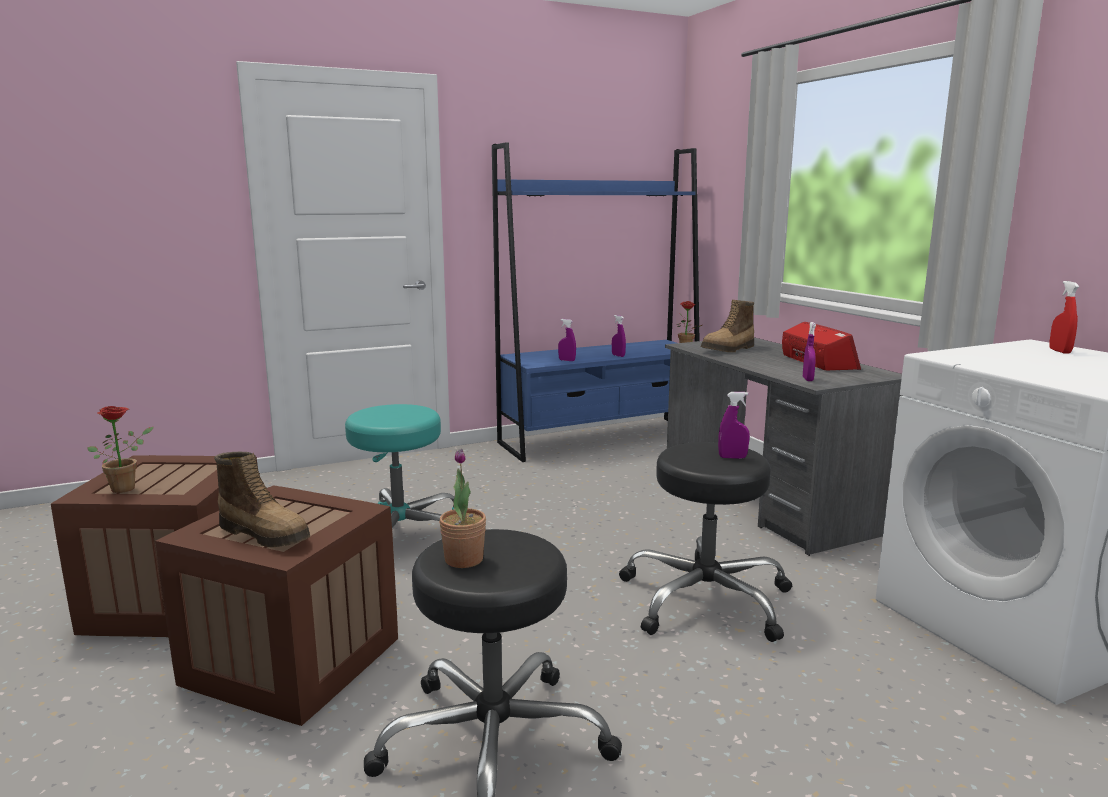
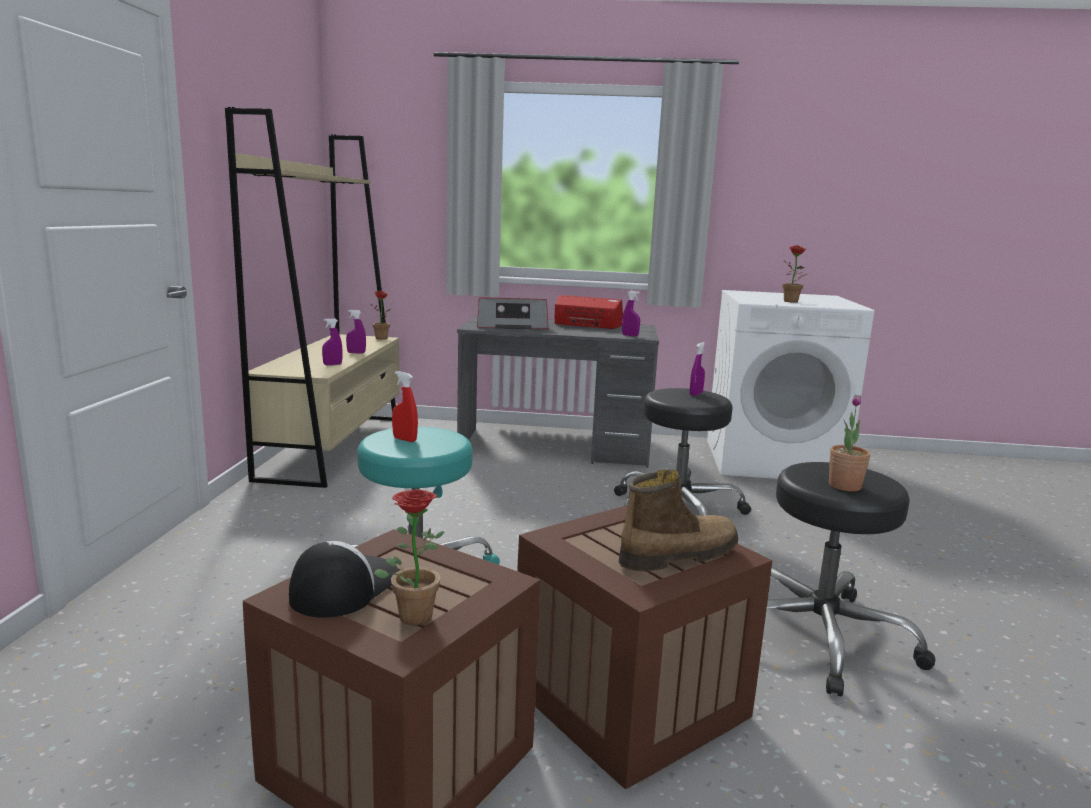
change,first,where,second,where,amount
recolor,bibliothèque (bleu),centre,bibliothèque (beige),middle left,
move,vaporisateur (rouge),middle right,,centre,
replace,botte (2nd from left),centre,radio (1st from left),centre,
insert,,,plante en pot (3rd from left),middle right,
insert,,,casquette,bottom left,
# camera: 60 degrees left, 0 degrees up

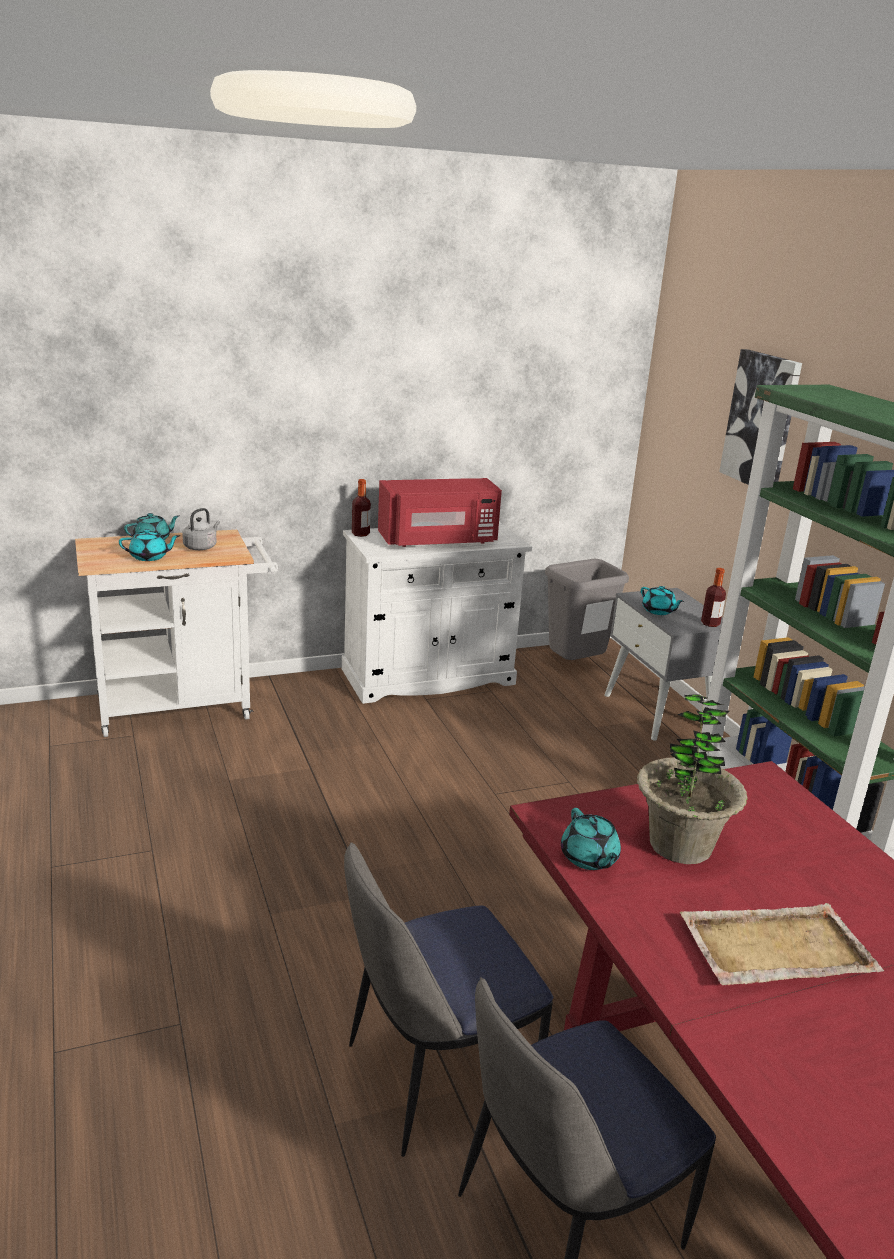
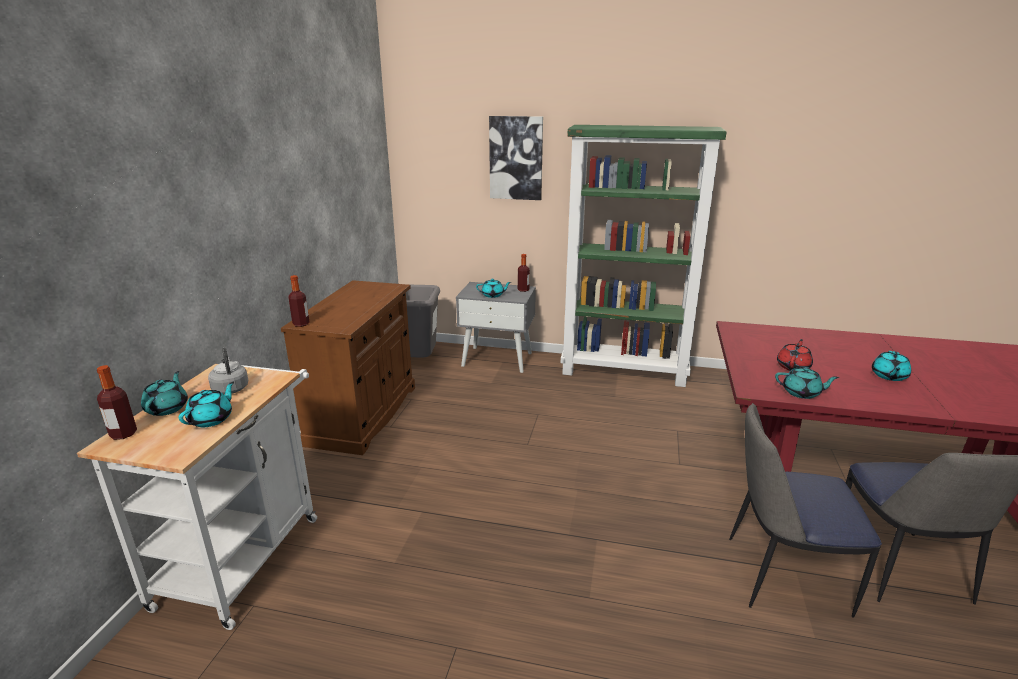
change,first,where,second,where,amount
delete,micro-ondes (rouge),centre,,,
recolor,meuble de rangement (blanc),centre,meuble de rangement (marron),centre,
replace,plante en pot,middle right,théière (rouge),middle right,
rotate,chaise (1st from left),bottom centre,,bottom right,90 degrees clockwise
replace,plateau (beige),bottom right,théière (turquoise) (5th from left),middle right,
insert,,,bouteille (1st from left),middle left,
# camera: 55 degrees left, 0 degrees up

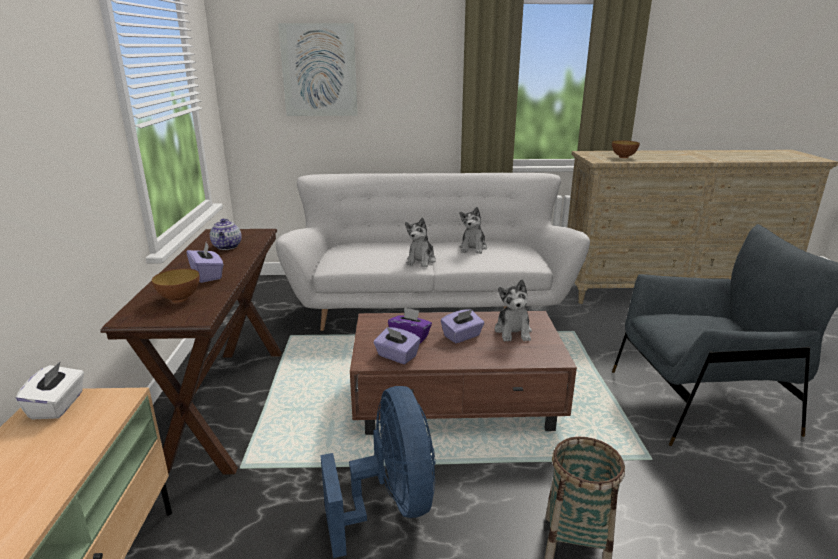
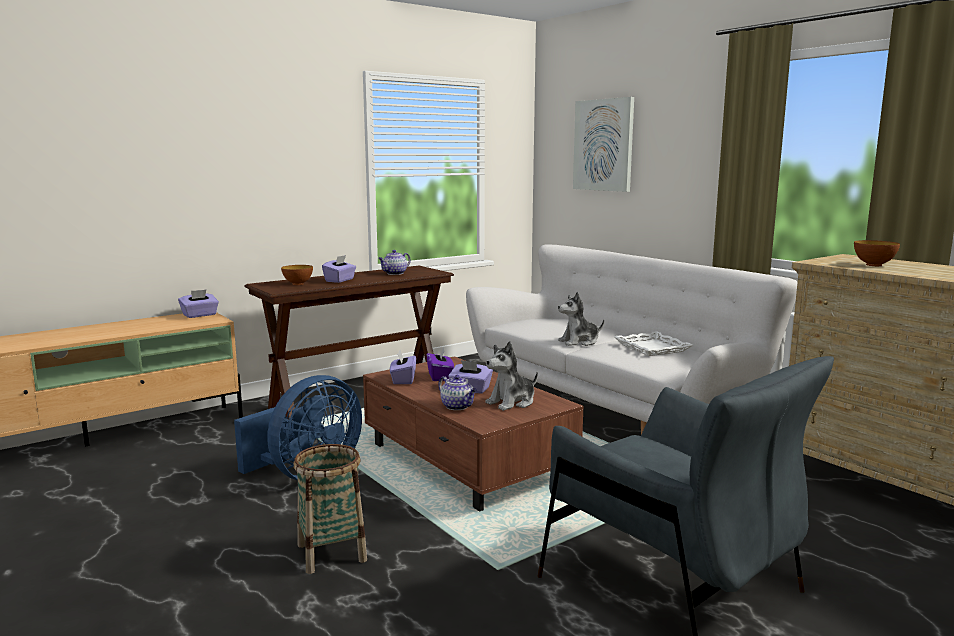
change,first,where,second,where,amount
replace,peluche (2nd from left),centre,plateau (blanc),middle right,
recolor,boîte à mouchoirs (blanc),bottom left,boîte à mouchoirs (violet) (1st from left),middle left,
insert,,,théière (2nd from left),centre,
# camera: 55 degrees right, 10 degrees down

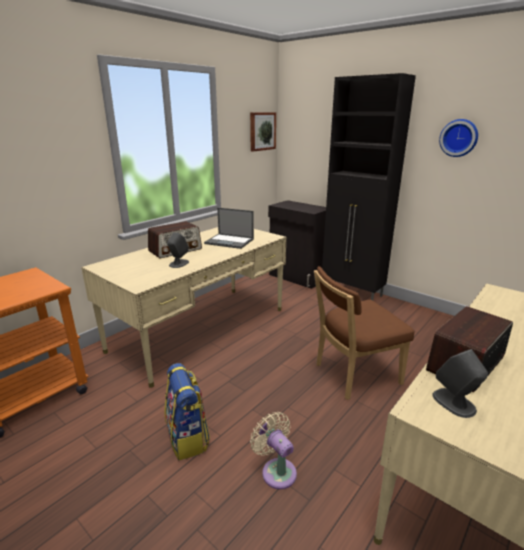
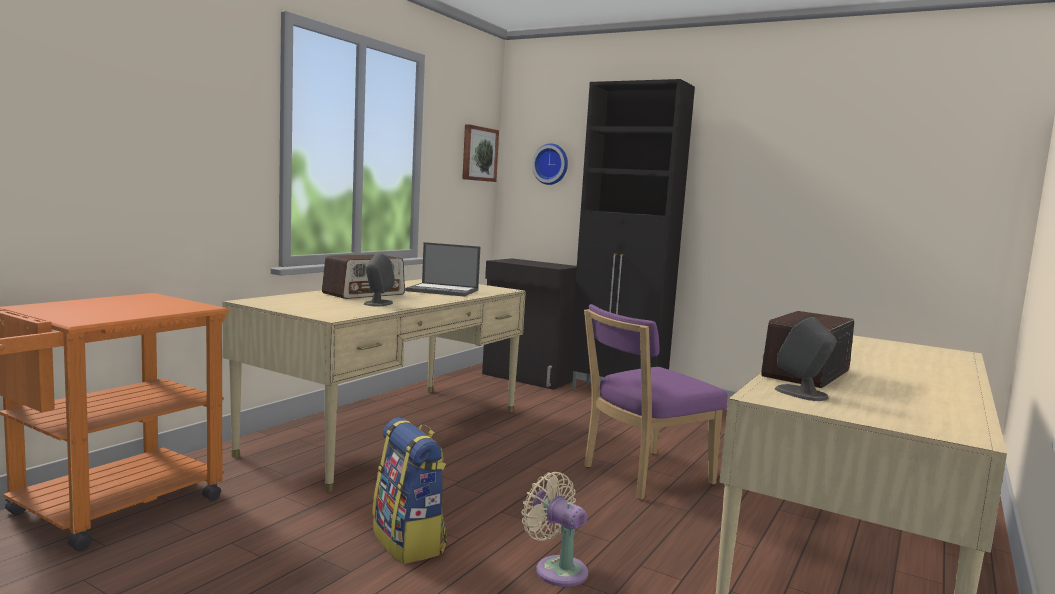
change,first,where,second,where,amount
move,horloge murale,top right,,top centre,
recolor,chaise (marron),middle right,chaise (violet),bottom centre,
# camera: 10 degrees left, 15 degrees down

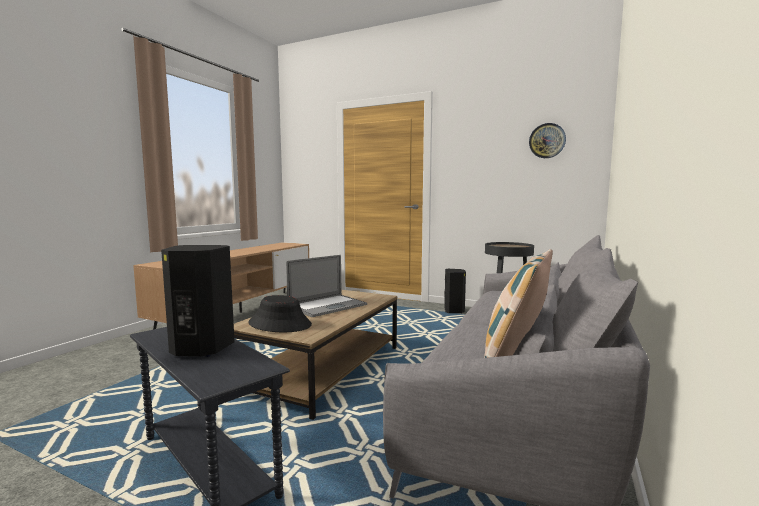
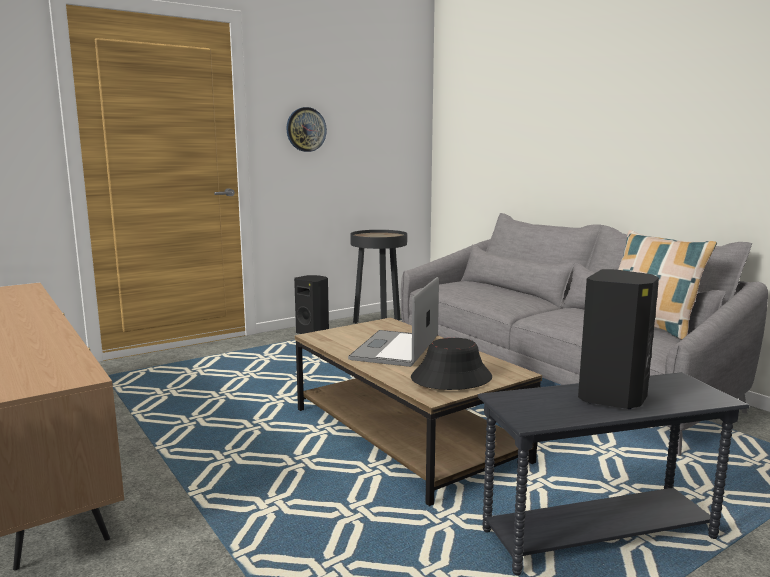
change,first,where,second,where,amount
move,horloge murale,top right,,top centre,
rotate,ordinateur portable,centre,,centre,150 degrees counterclockwise
# camera: 60 degrees left, 5 degrees up

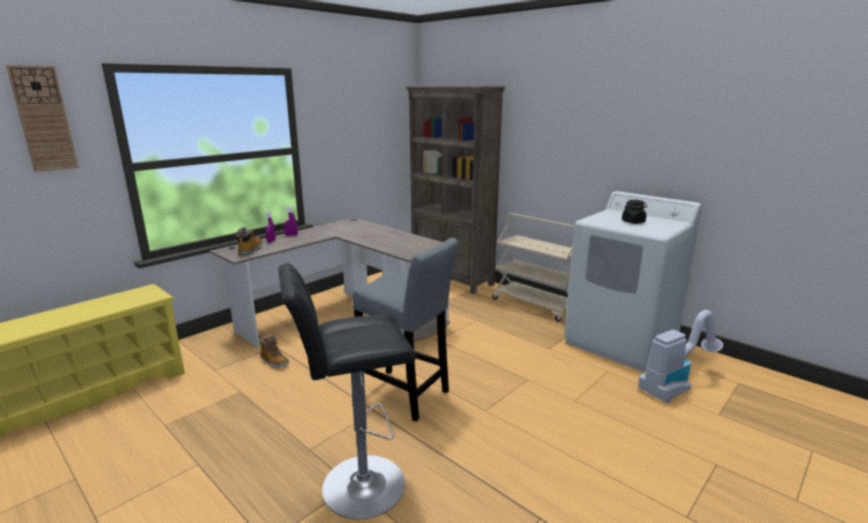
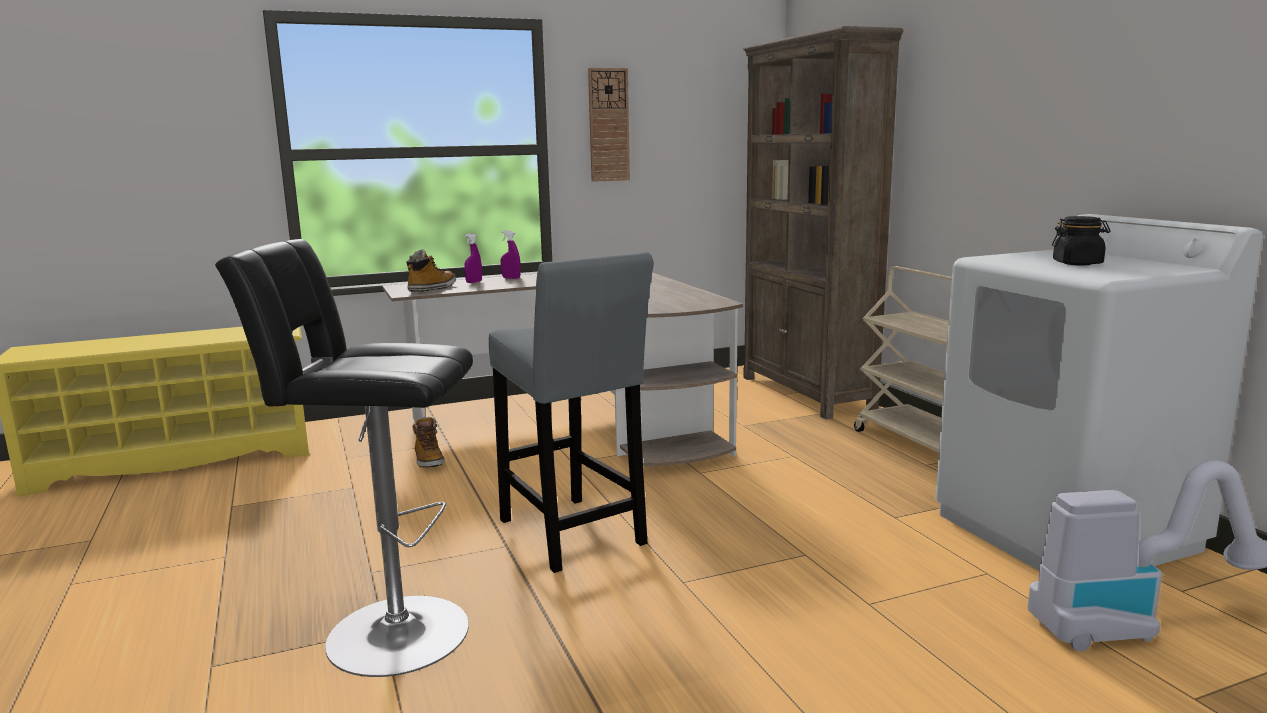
change,first,where,second,where,amount
move,horloge murale,top left,,top centre,
# camera: 25 degrees right, 5 degrees down

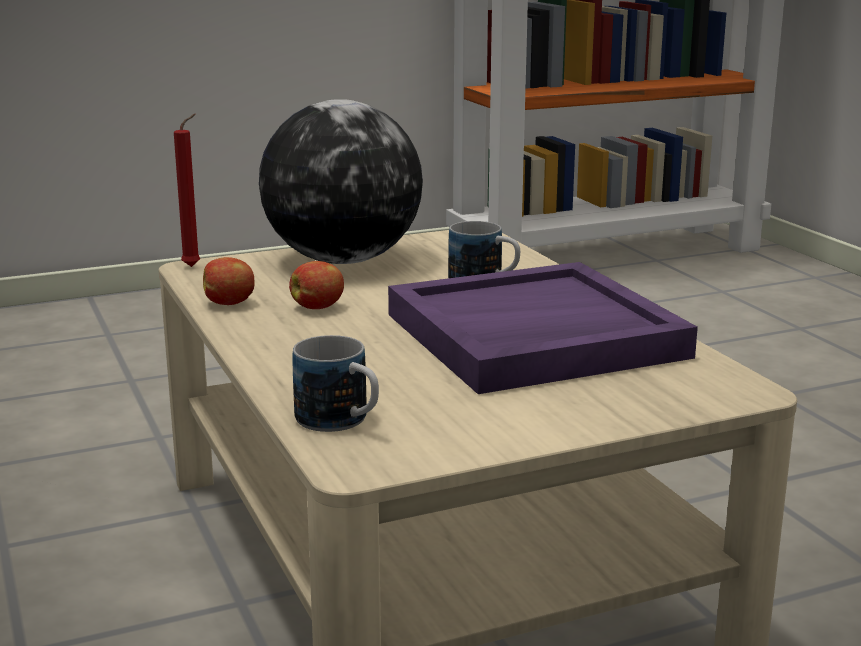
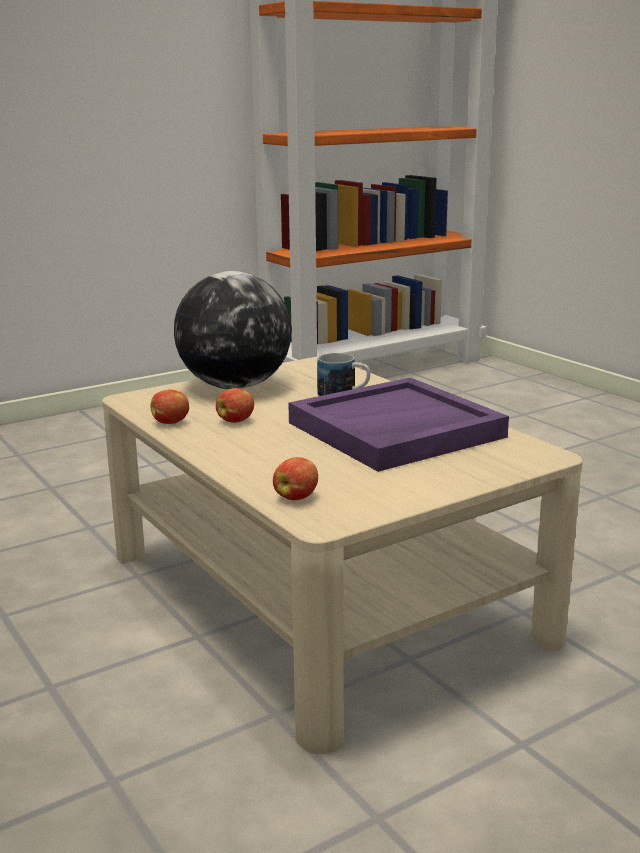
change,first,where,second,where,amount
delete,bougie (rouge),top left,,,
replace,mug (1st from left),centre,pomme (3rd from left),centre,
# camera: 10 degrees left, 0 degrees up

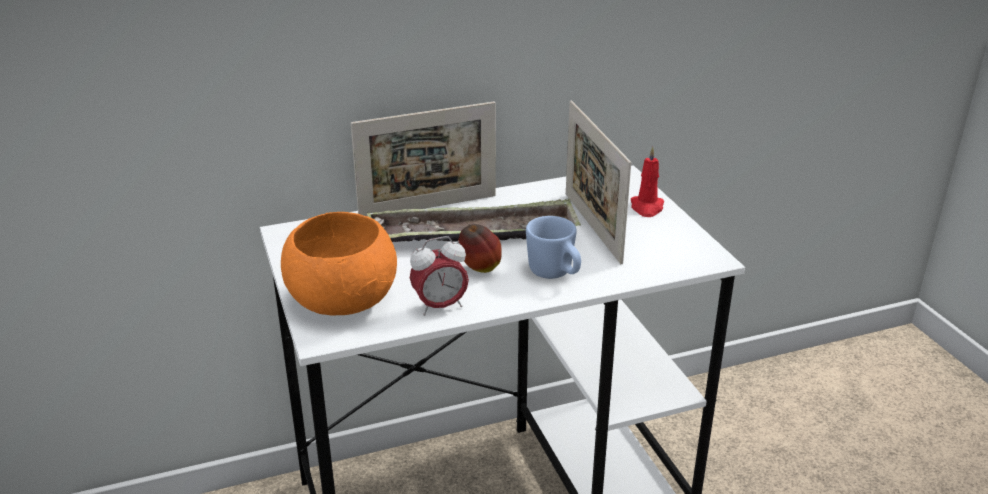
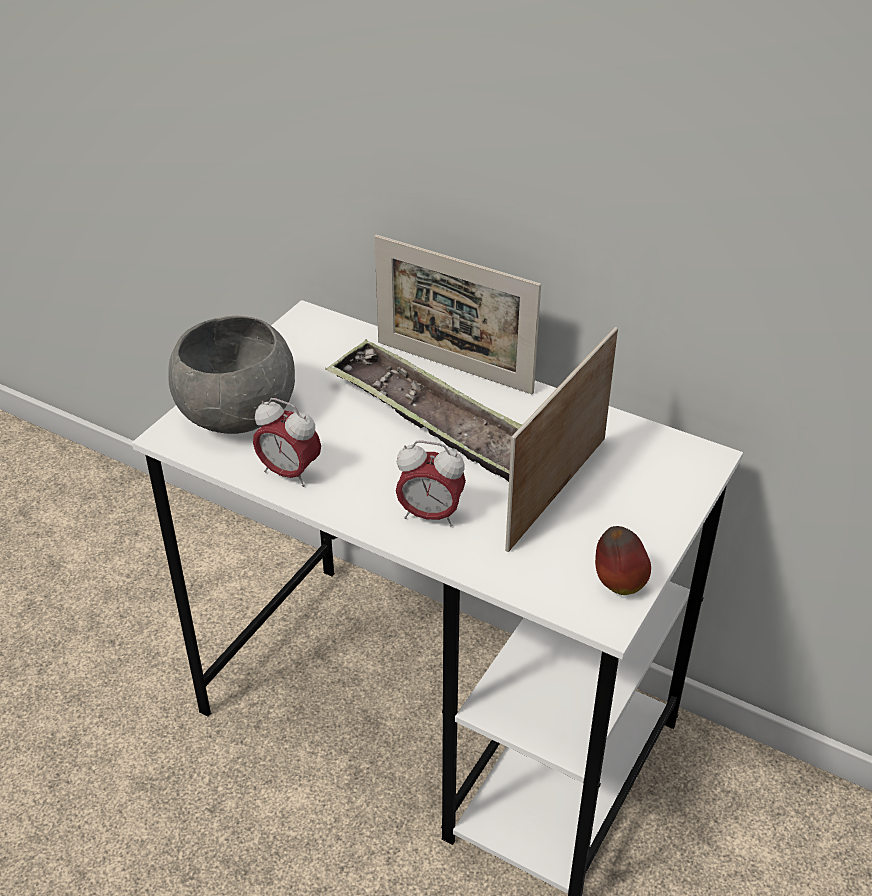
change,first,where,second,where,amount
delete,bougie (rouge),centre,,,
recolor,bol (orange),centre,bol (gris),middle left,
replace,mug (bleu),centre,réveil (2nd from left),centre,
move,pomme,centre,,middle right,
# camera: 50 degrees right, 10 degrees up

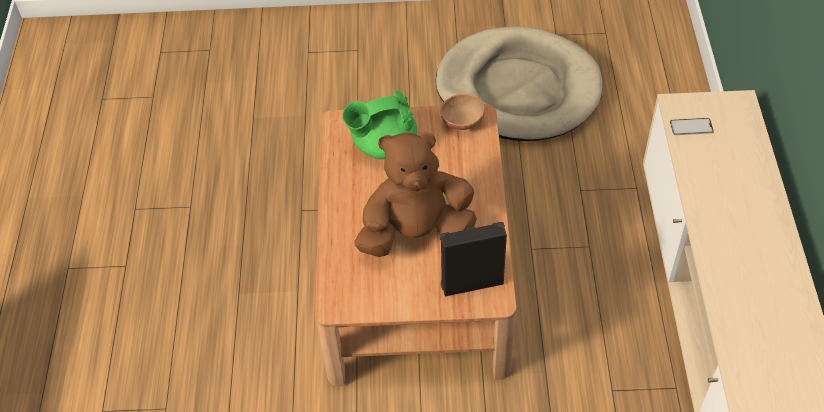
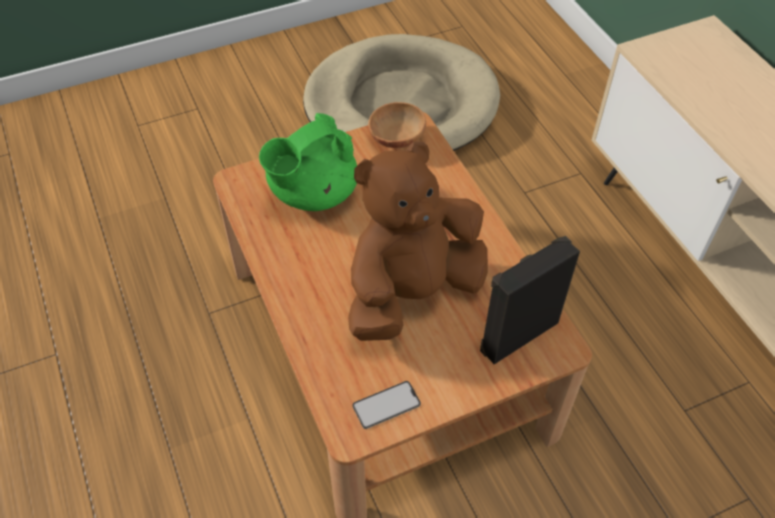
change,first,where,second,where,amount
move,téléphone,top right,,bottom centre,
# camera: 25 degrees left, 0 degrees up

